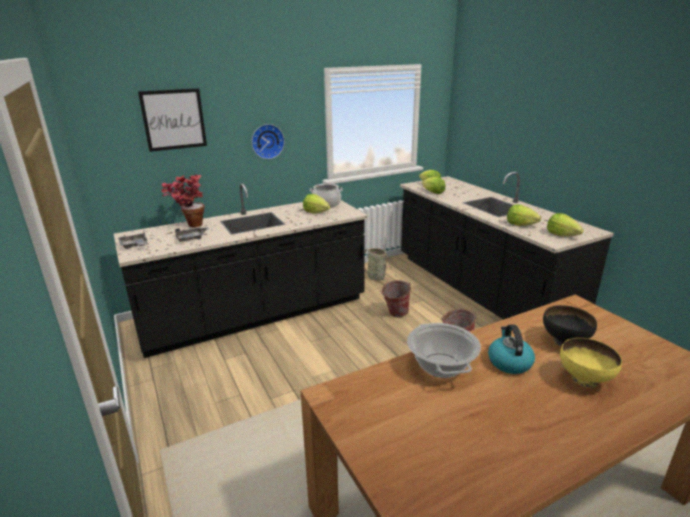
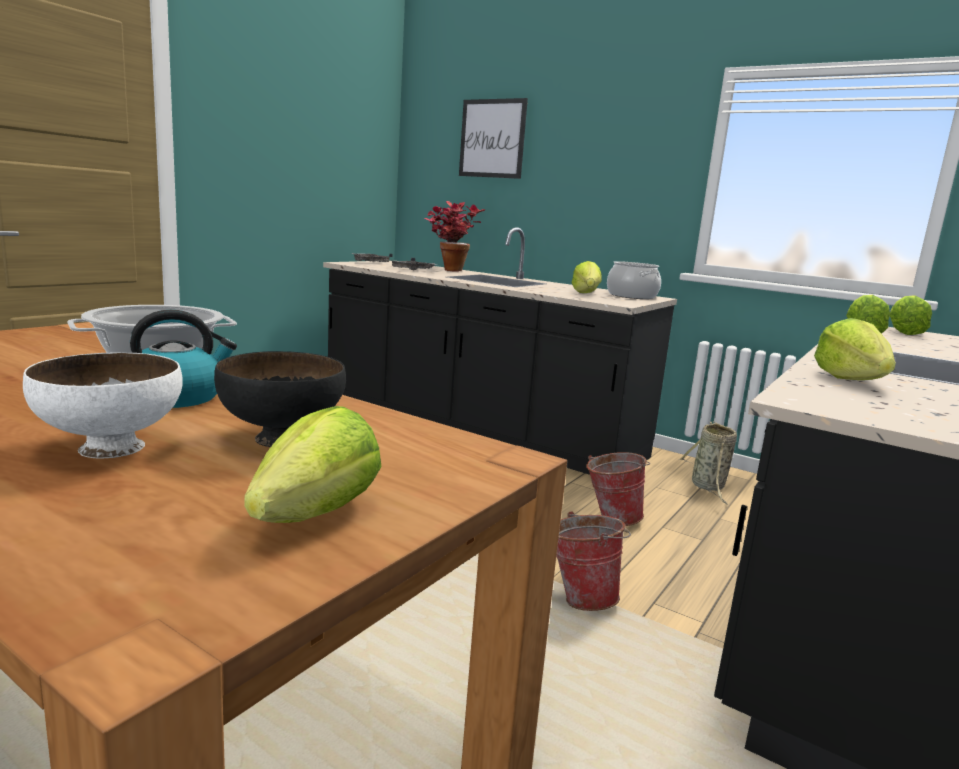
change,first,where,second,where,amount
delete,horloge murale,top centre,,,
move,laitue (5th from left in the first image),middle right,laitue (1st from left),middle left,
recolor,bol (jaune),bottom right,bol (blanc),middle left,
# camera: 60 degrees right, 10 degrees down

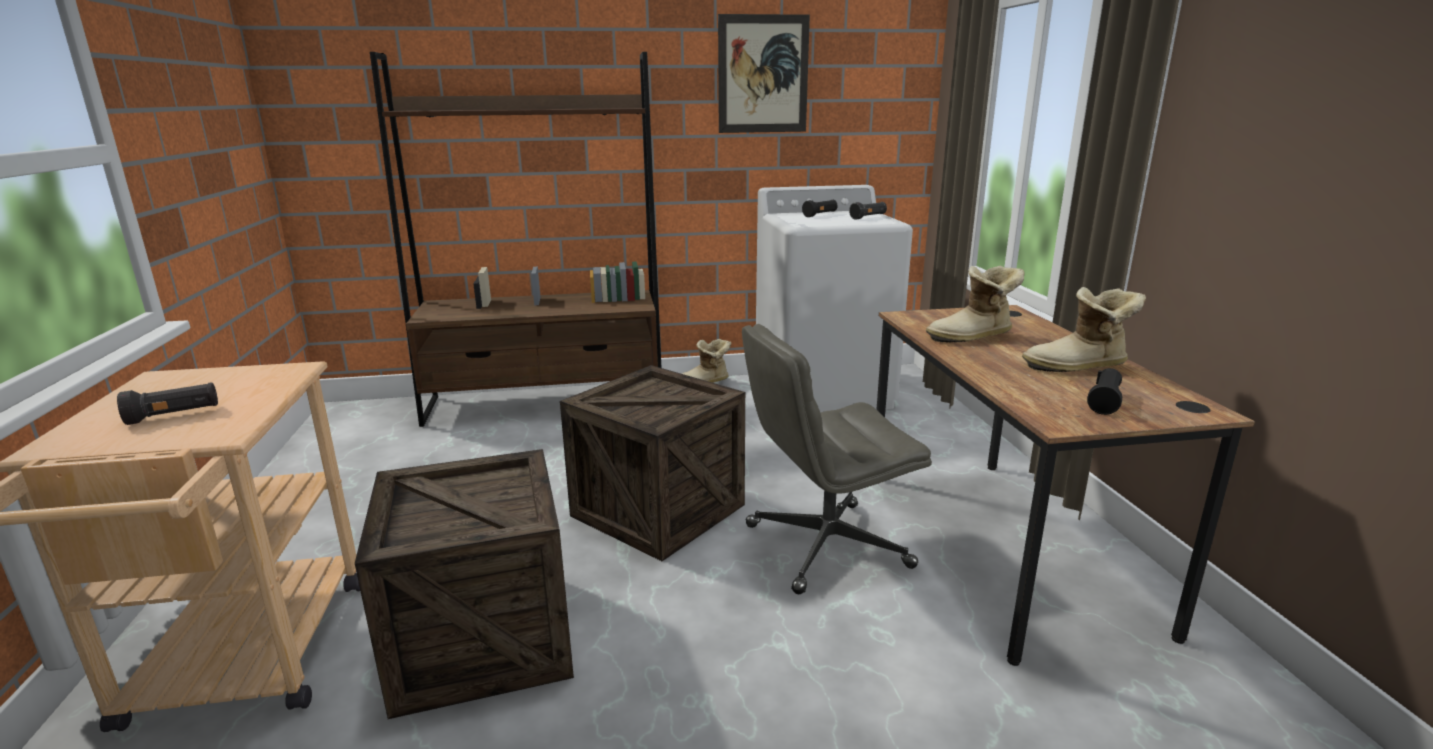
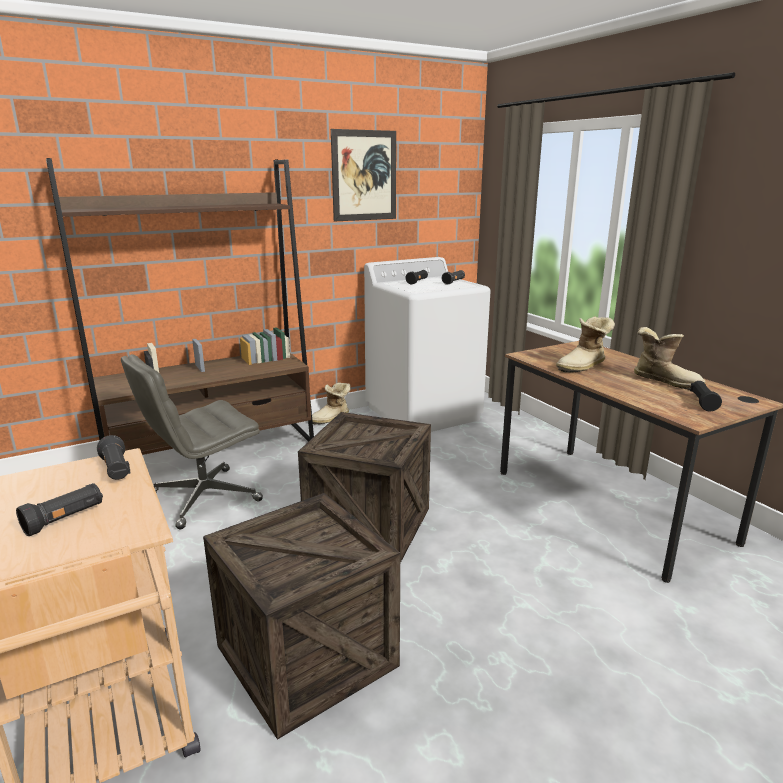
change,first,where,second,where,amount
rotate,botte (3rd from left),middle right,,middle right,120 degrees counterclockwise
move,chaise de bureau (gris),centre,,middle left,
insert,,,lampe de poche (noir) (2nd from left),middle left,
# camera: 20 degrees left, 0 degrees up

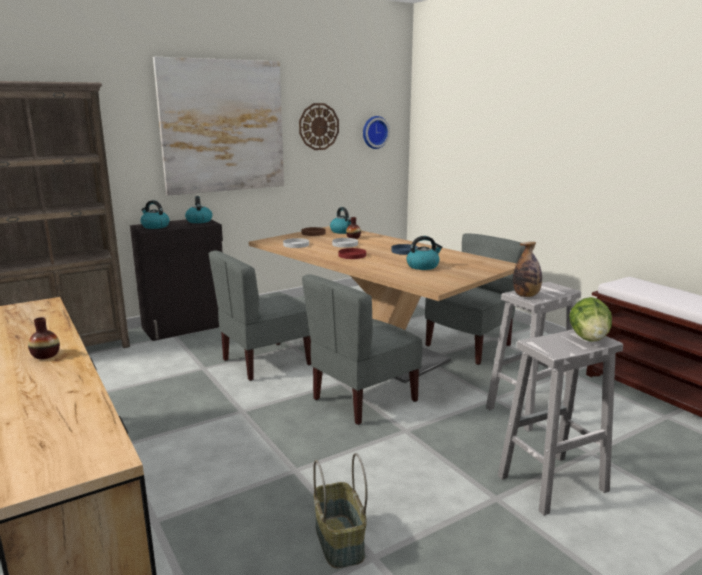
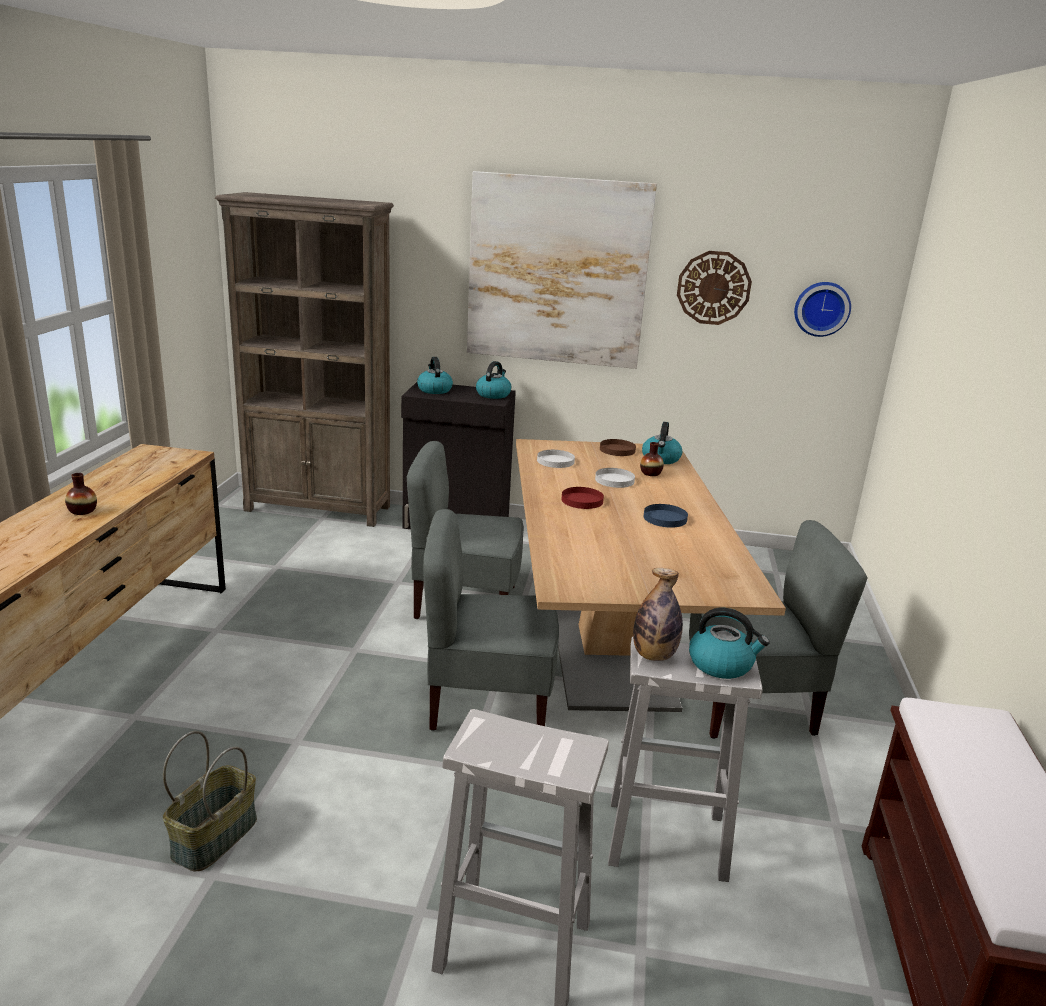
change,first,where,second,where,amount
move,bouilloire (4th from left),centre,,middle right,
delete,laitue,middle right,,,
# camera: 40 degrees right, 5 degrees up

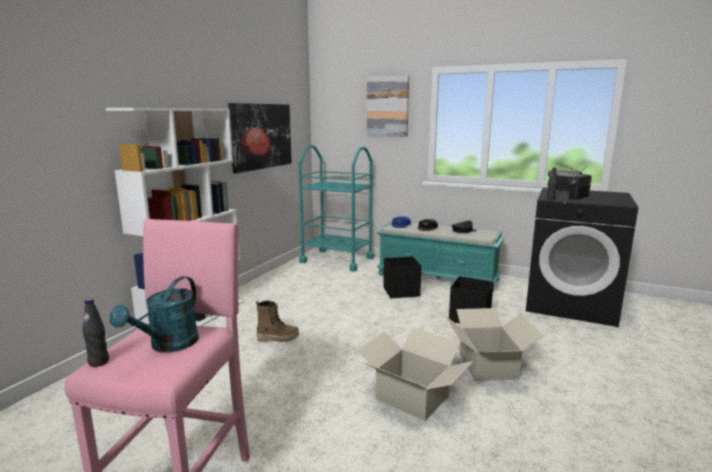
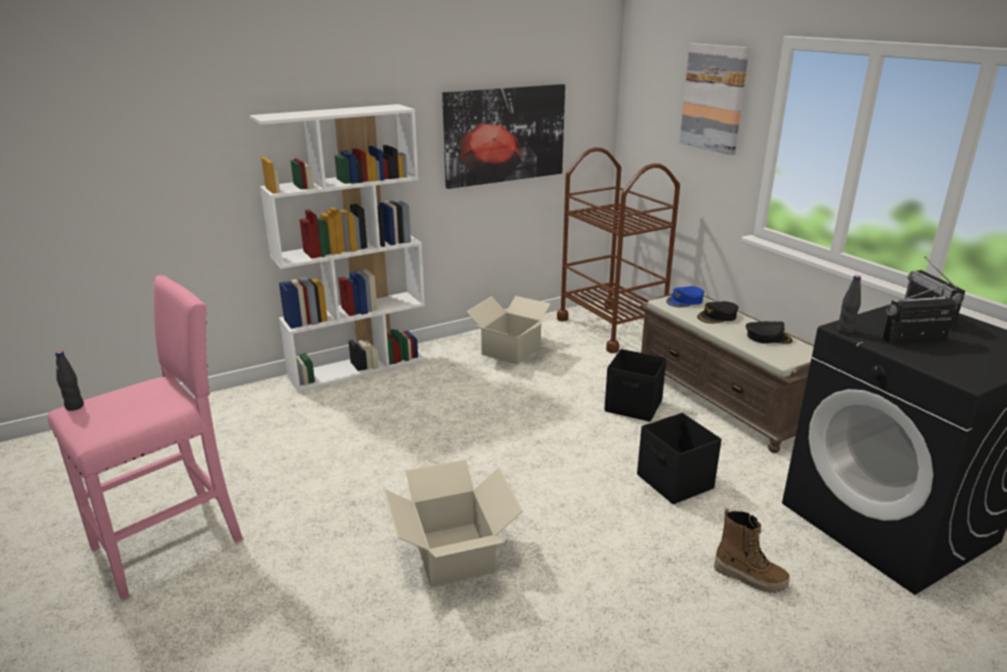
change,first,where,second,where,amount
recolor,chariot (turquoise),centre,chariot (marron),centre,
recolor,banc (turquoise),centre,banc (marron),middle right,
delete,arrosoir (turquoise),middle left,,,
move,botte,bottom centre,,bottom right,
move,carton (2nd from left),bottom right,,centre,
# camera: 35 degrees right, 10 degrees up

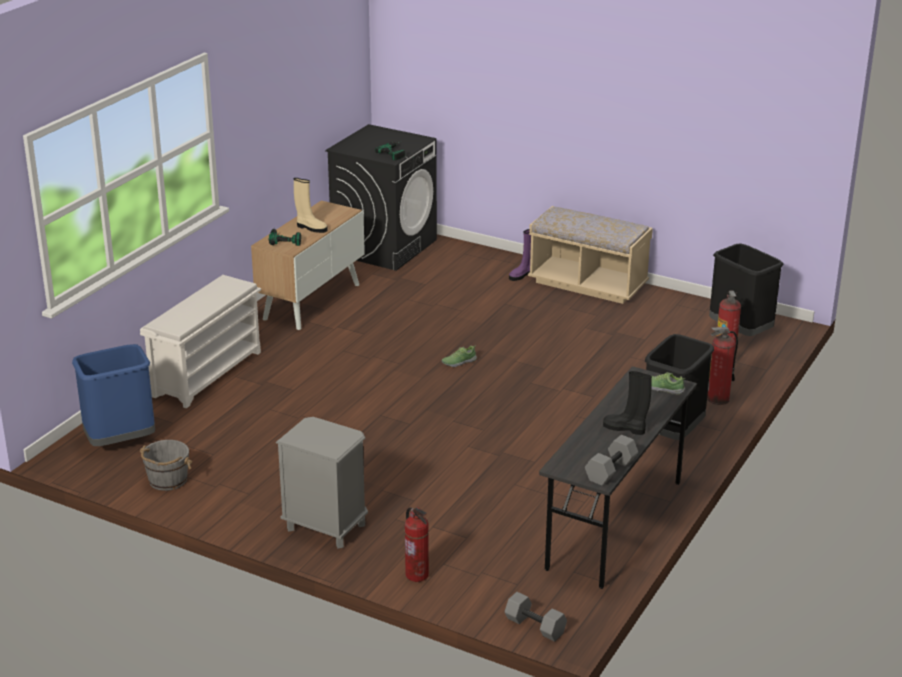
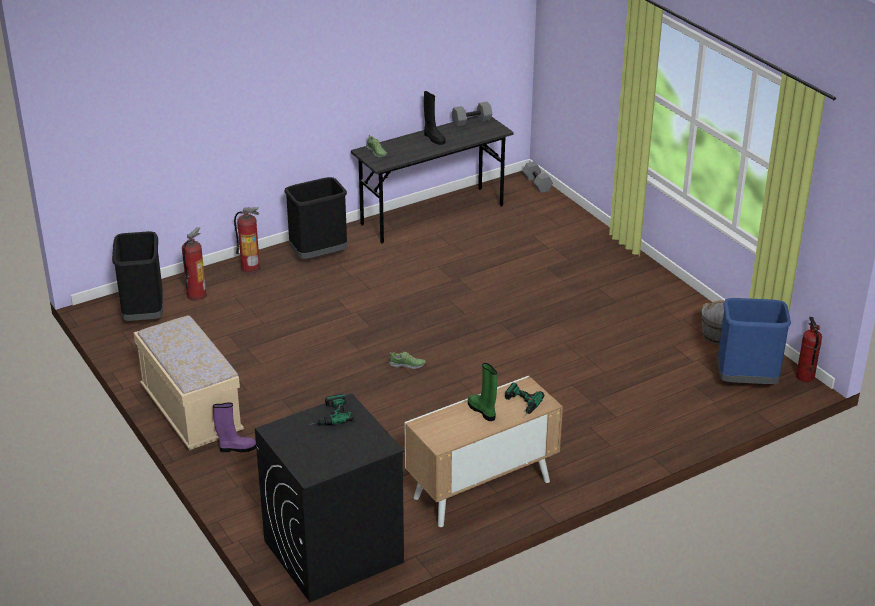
change,first,where,second,where,amount
recolor,botte (beige),top centre,botte (vert),centre,
delete,étagère à chaussures (blanc),middle left,,,
delete,table de chevet (gris),bottom centre,,,
move,extincteur (1st from left in the first image),bottom centre,extincteur (3rd from left),middle right,
# camera: 150 degrees left, 5 degrees up

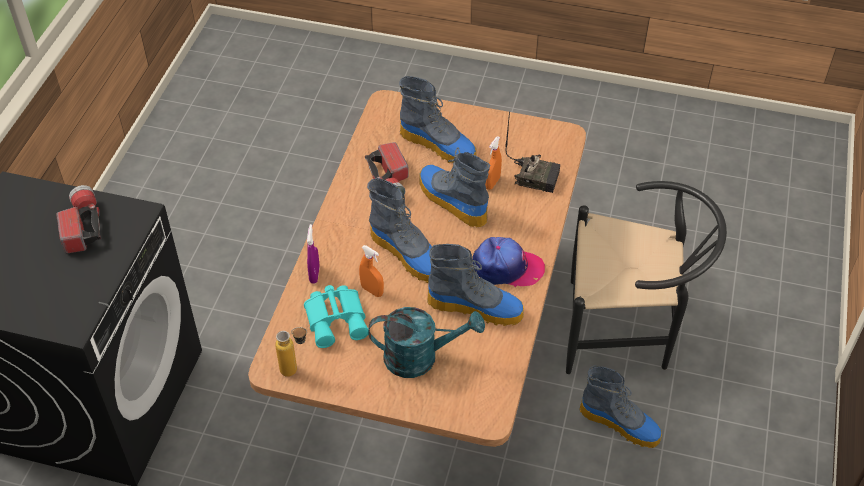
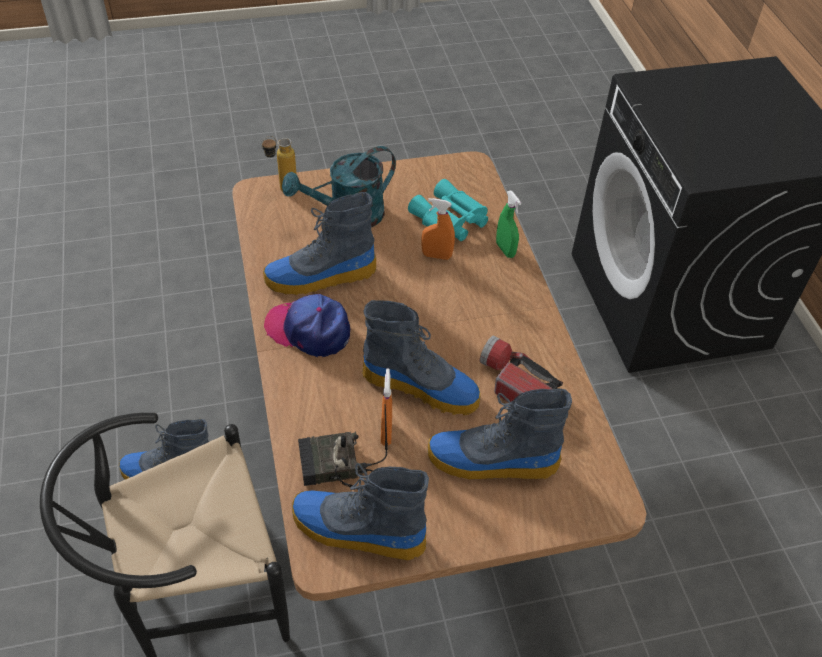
change,first,where,second,where,amount
move,botte (1st from left in the first image),centre,botte (3rd from left),bottom centre,
delete,lampe de poche (1st from left),middle left,,,
recolor,vaporisateur (violet),centre,vaporisateur (vert),centre,
rotate,casquette,centre,,centre,45 degrees clockwise
move,bouteille,bottom centre,,top centre,
# camera: 150 degrees right, 0 degrees up

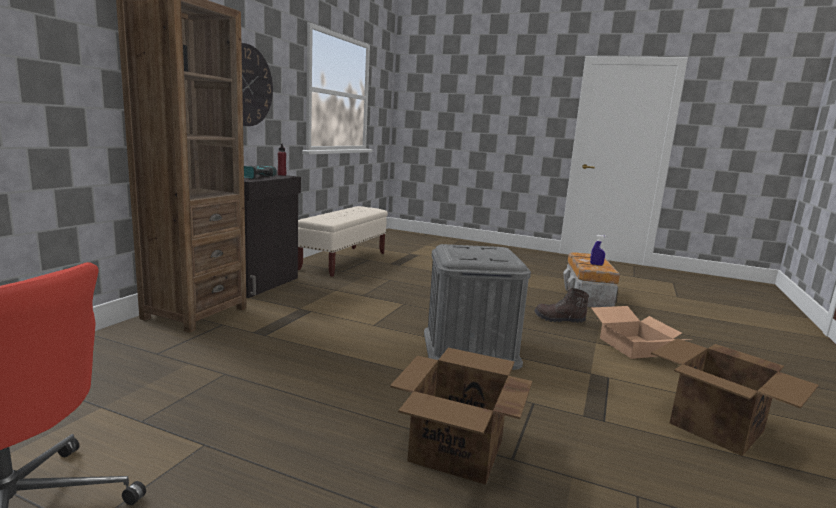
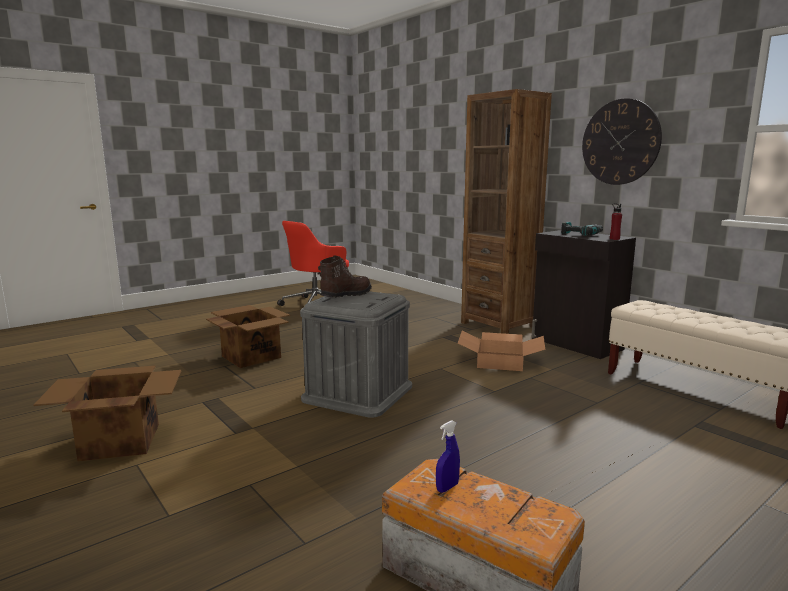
change,first,where,second,where,amount
move,botte (marron),middle right,,centre,
move,carton (2nd from left in the first image),middle right,carton (3rd from left),centre,
# camera: 120 degrees right, 0 degrees up

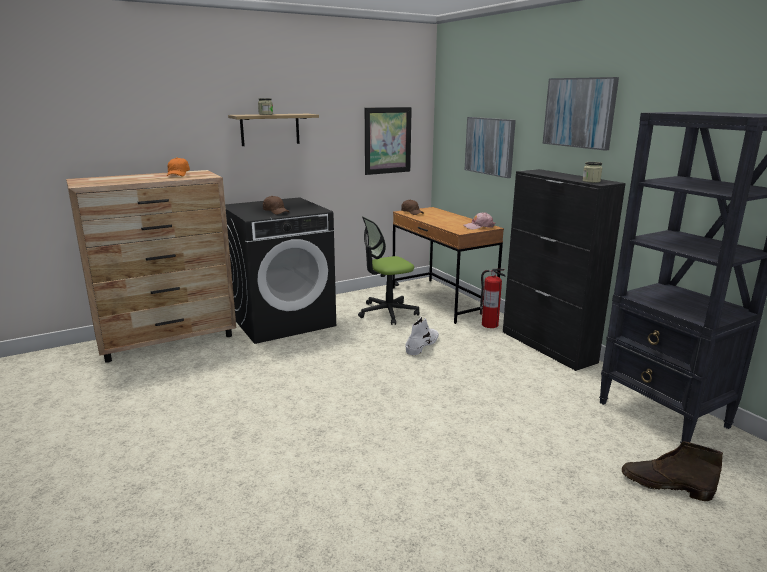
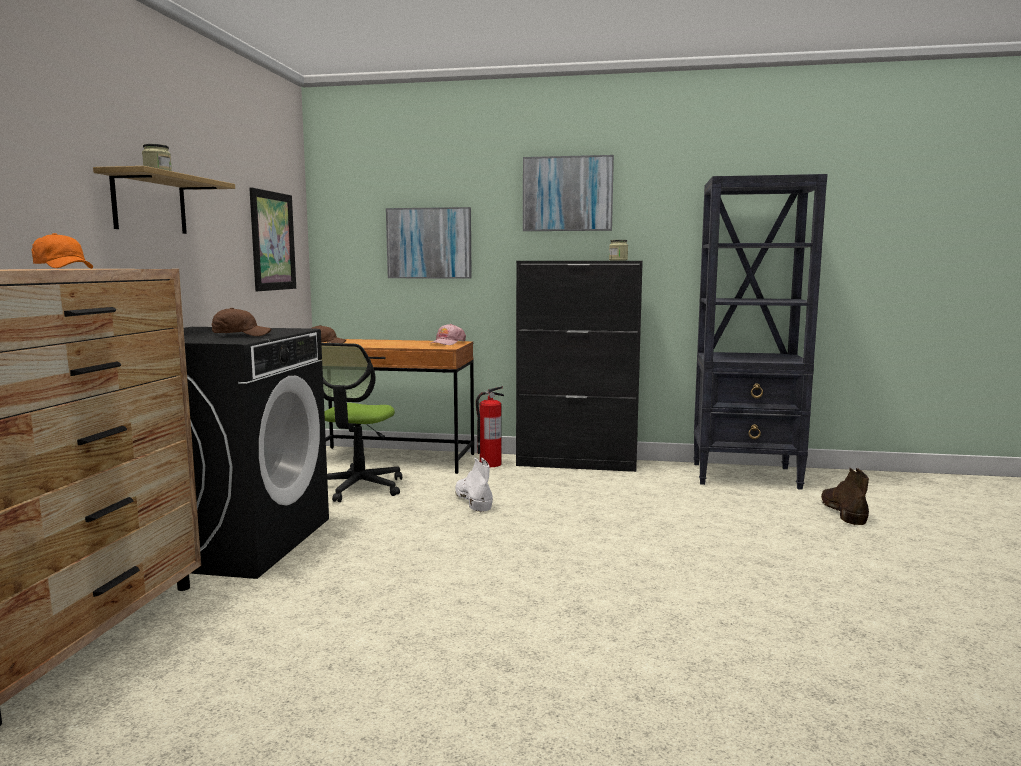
change,first,where,second,where,amount
rotate,botte (marron),bottom right,,middle right,120 degrees clockwise
# camera: 50 degrees left, 10 degrees down

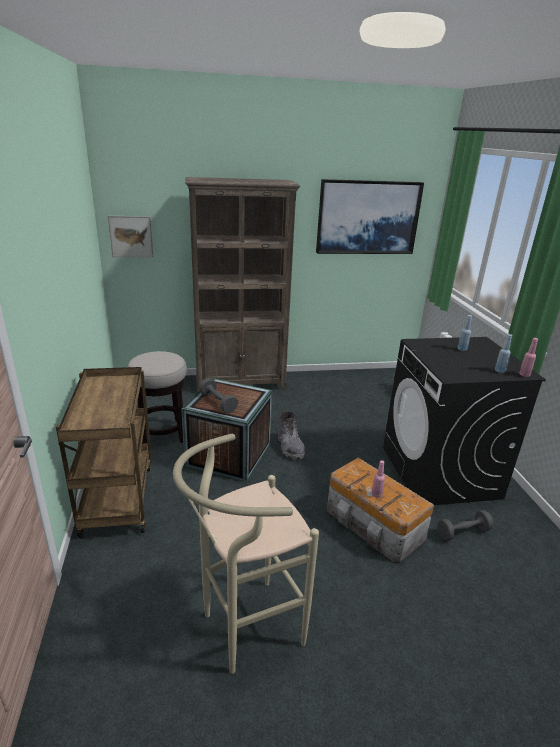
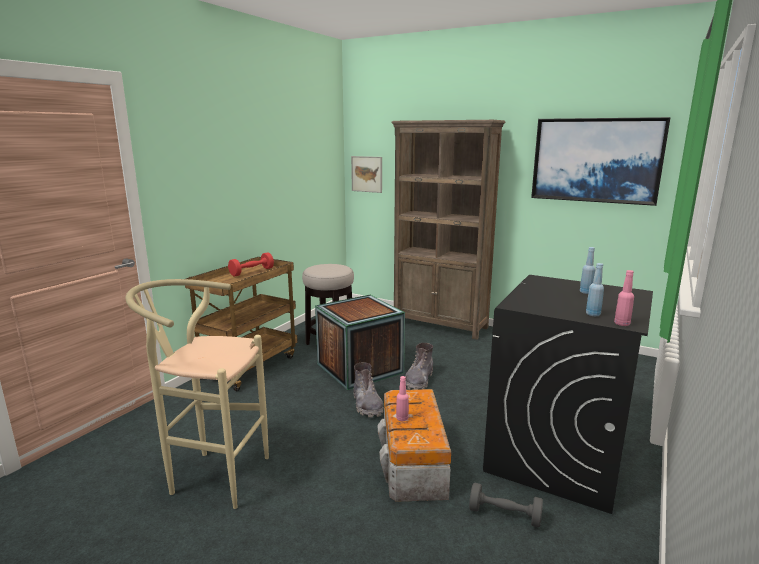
change,first,where,second,where,amount
delete,haltère (gris) (1st from left),centre,,,
insert,,,haltère (rouge),middle left,
insert,,,botte (gris) (1st from left),bottom centre,
# camera: 40 degrees right, 10 degrees down

